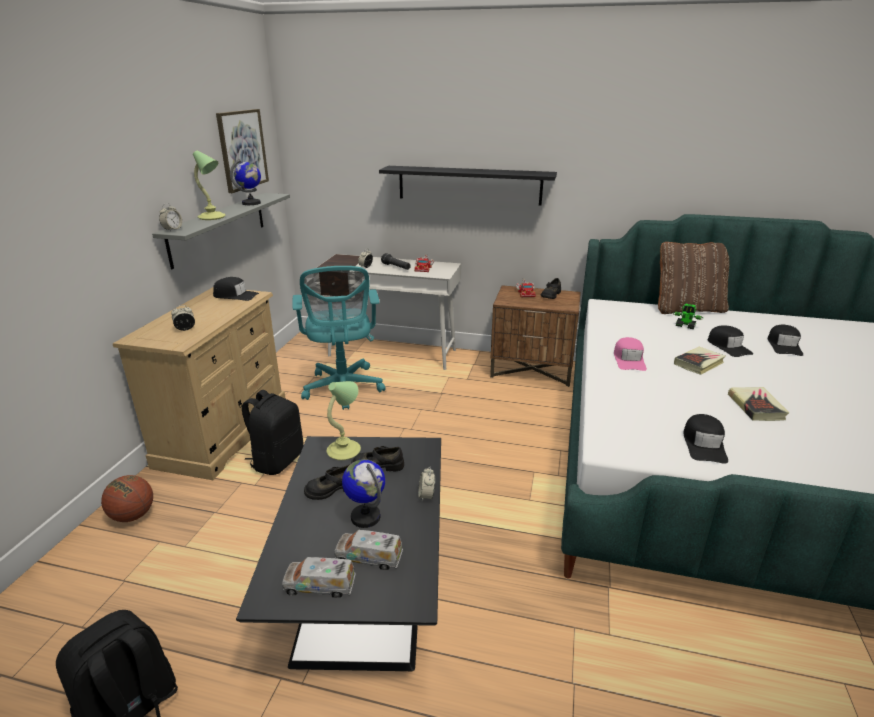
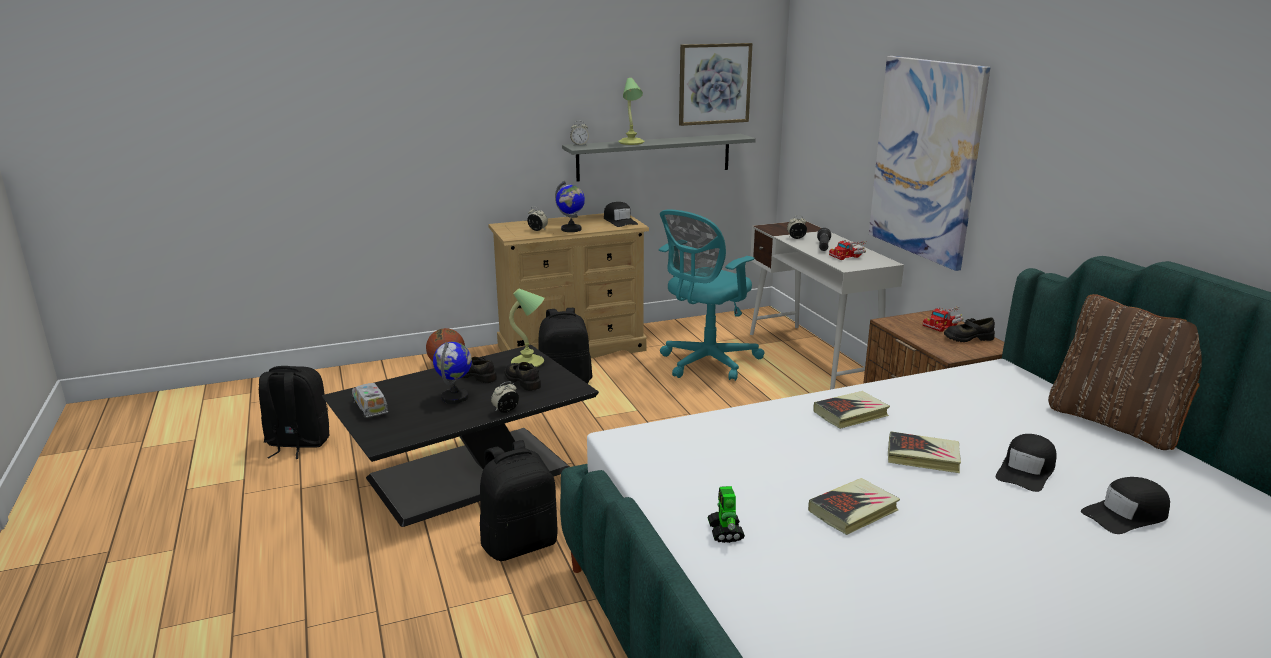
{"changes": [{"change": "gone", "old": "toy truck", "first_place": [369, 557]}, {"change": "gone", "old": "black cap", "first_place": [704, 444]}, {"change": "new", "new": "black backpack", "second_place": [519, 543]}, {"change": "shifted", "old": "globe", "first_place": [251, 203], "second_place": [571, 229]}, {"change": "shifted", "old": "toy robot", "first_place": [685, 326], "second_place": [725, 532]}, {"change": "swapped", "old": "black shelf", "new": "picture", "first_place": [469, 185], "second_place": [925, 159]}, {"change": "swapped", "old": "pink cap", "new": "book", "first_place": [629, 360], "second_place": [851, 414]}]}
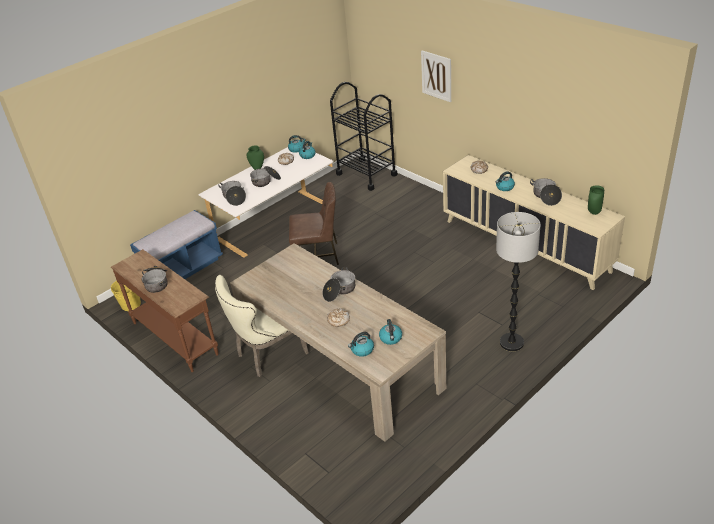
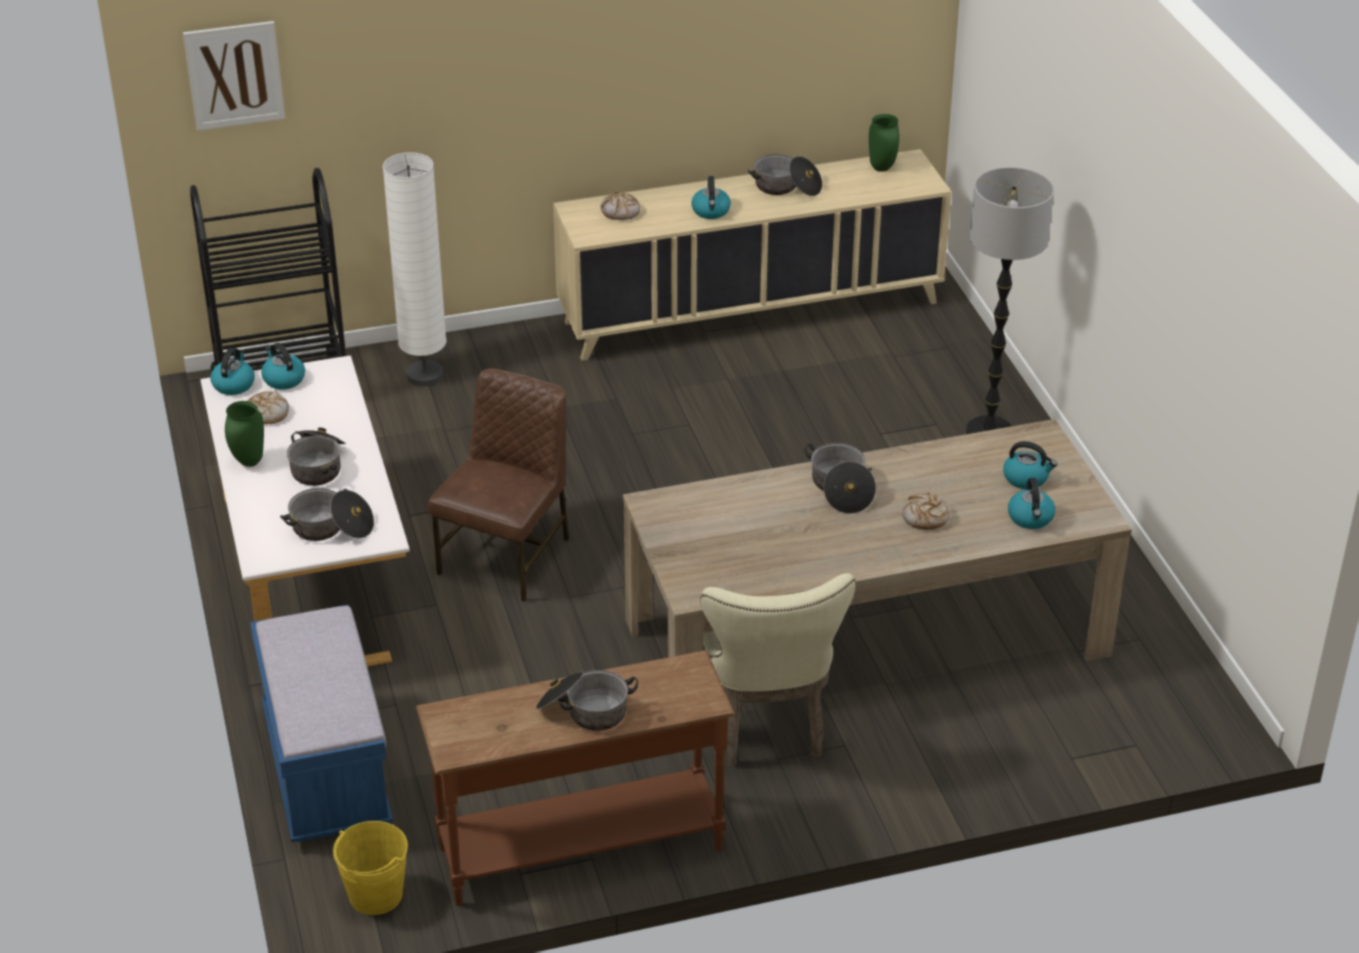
{"changes": [{"change": "new", "new": "white floor lamp", "second_place": [425, 376]}, {"change": "shifted", "old": "picture", "first_place": [436, 76], "second_place": [234, 75]}]}
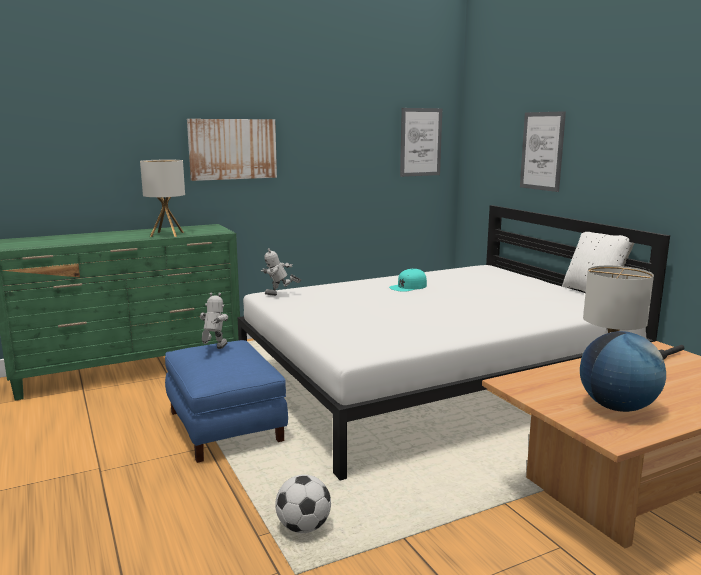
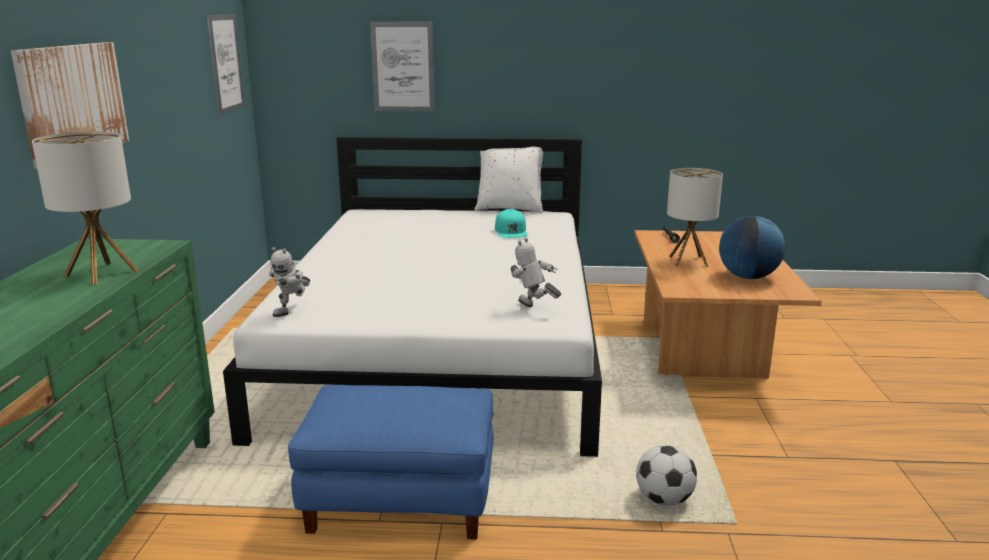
{"changes": [{"change": "shifted", "old": "toy robot", "first_place": [214, 350], "second_place": [533, 309]}, {"change": "shifted", "old": "turquoise cap", "first_place": [408, 287], "second_place": [511, 231]}]}
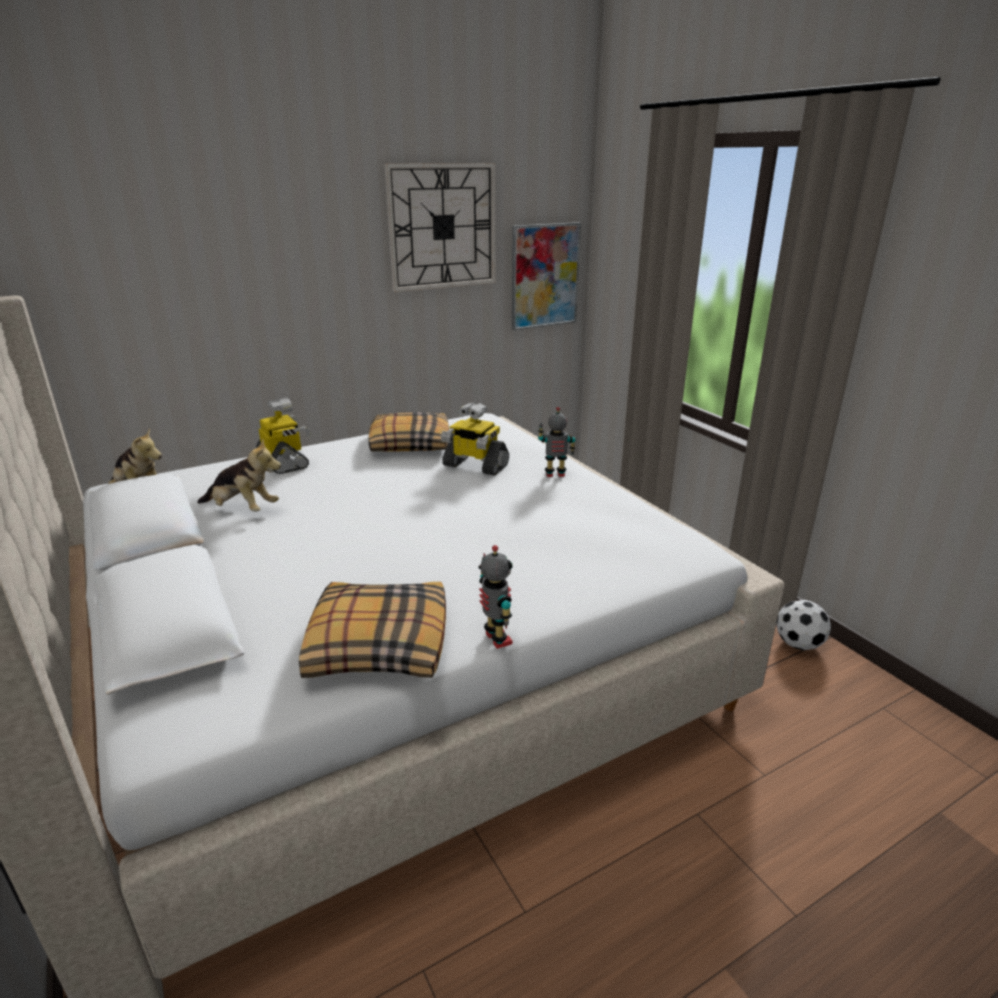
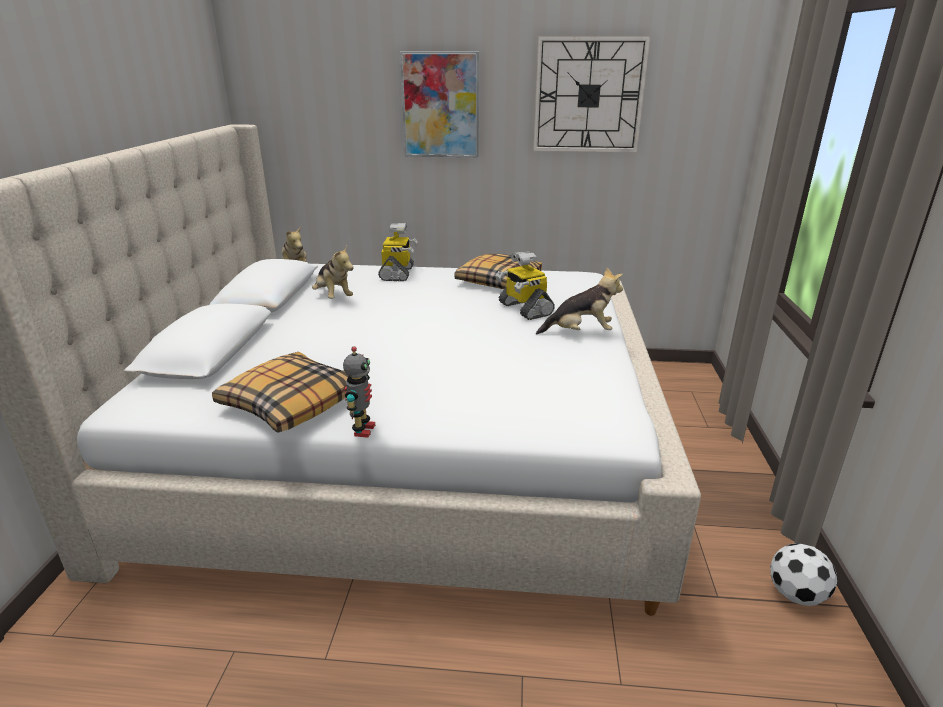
{"changes": [{"change": "shifted", "old": "picture", "first_place": [544, 276], "second_place": [440, 105]}, {"change": "swapped", "old": "toy robot", "new": "plush toy", "first_place": [555, 475], "second_place": [580, 333]}]}
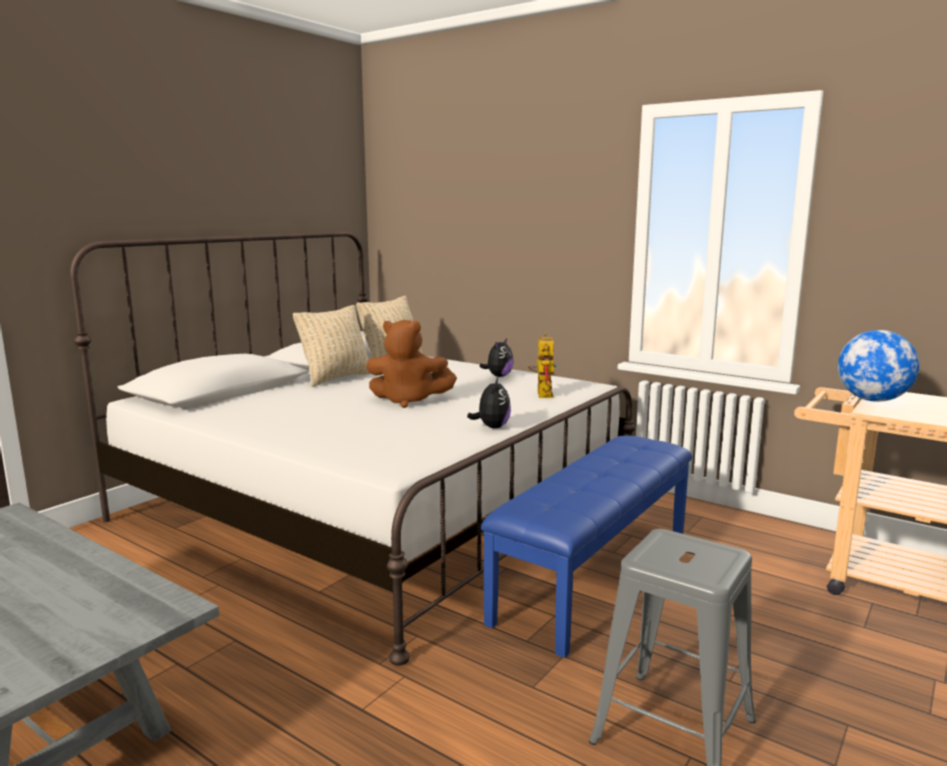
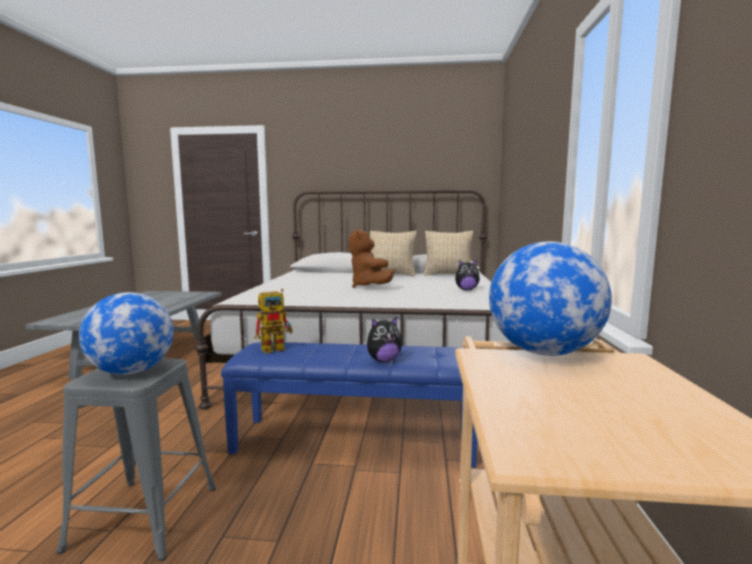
{"changes": [{"change": "new", "new": "globe", "second_place": [132, 372]}, {"change": "shifted", "old": "plush toy", "first_place": [492, 427], "second_place": [383, 360]}, {"change": "shifted", "old": "toy robot", "first_place": [542, 393], "second_place": [277, 348]}]}
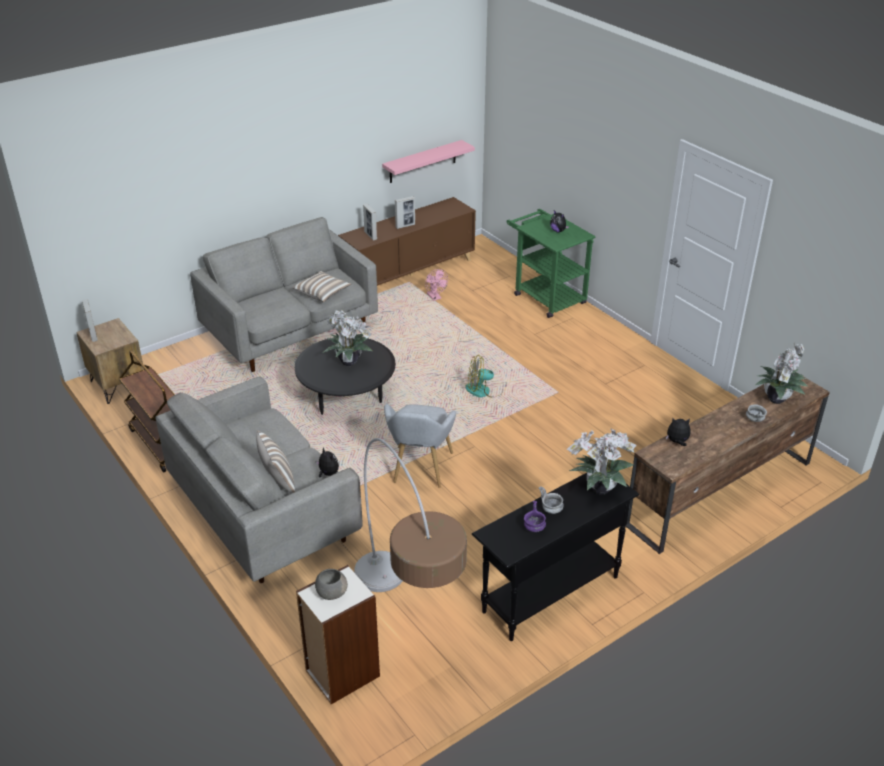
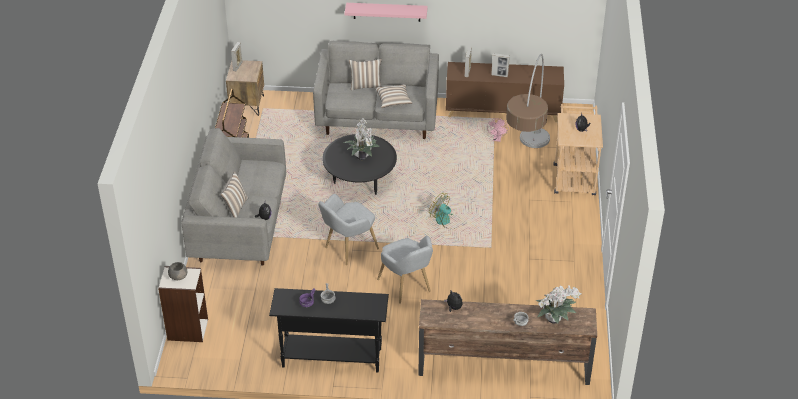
{"changes": [{"change": "gone", "old": "potted plant", "first_place": [598, 489]}, {"change": "new", "new": "pillow", "second_place": [366, 86]}, {"change": "new", "new": "grey armchair", "second_place": [407, 287]}, {"change": "shifted", "old": "floor lamp", "first_place": [408, 623], "second_place": [526, 164]}, {"change": "shifted", "old": "pink shelf", "first_place": [422, 161], "second_place": [386, 12]}, {"change": "repainted", "old": "green cart", "new": "beige cart", "first_place": [545, 296], "second_place": [573, 176]}]}
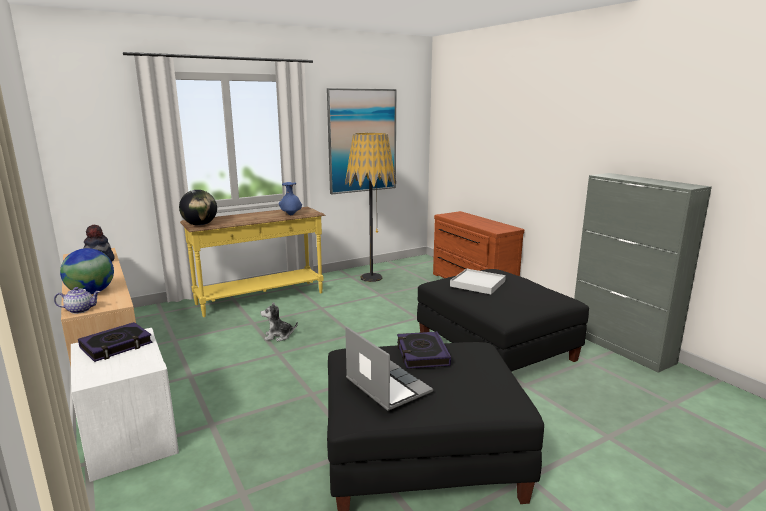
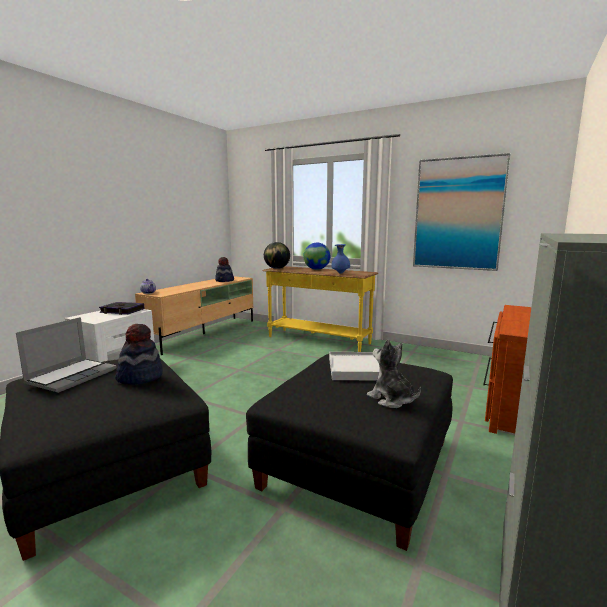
{"changes": [{"change": "gone", "old": "floor lamp", "first_place": [371, 277]}, {"change": "shifted", "old": "globe", "first_place": [91, 293], "second_place": [316, 269]}, {"change": "shifted", "old": "plush toy", "first_place": [278, 336], "second_place": [391, 399]}, {"change": "swapped", "old": "book", "new": "hat", "first_place": [422, 354], "second_place": [140, 377]}]}
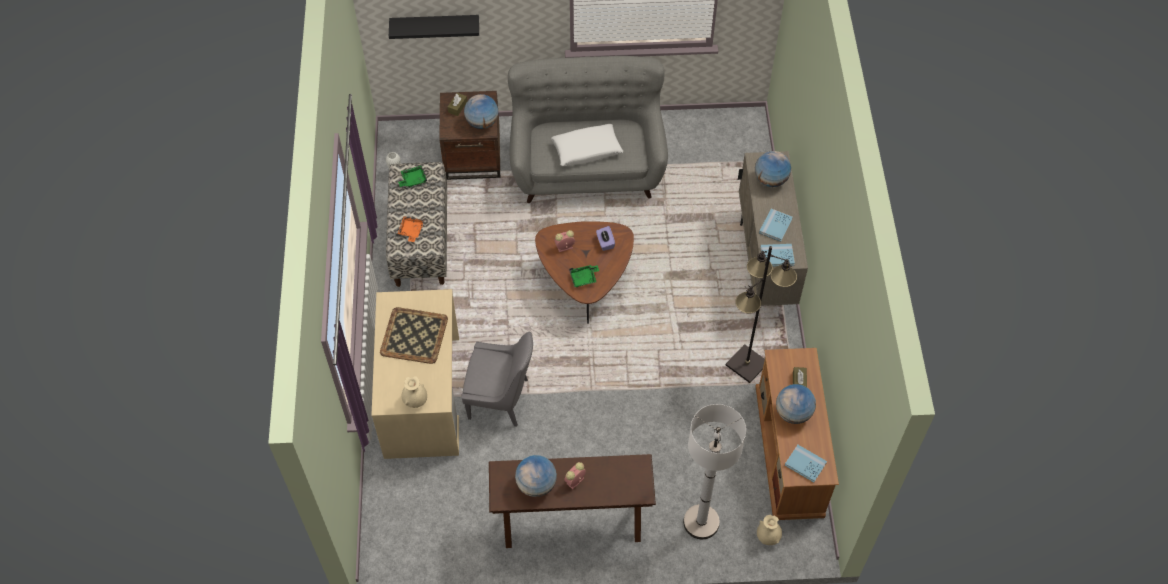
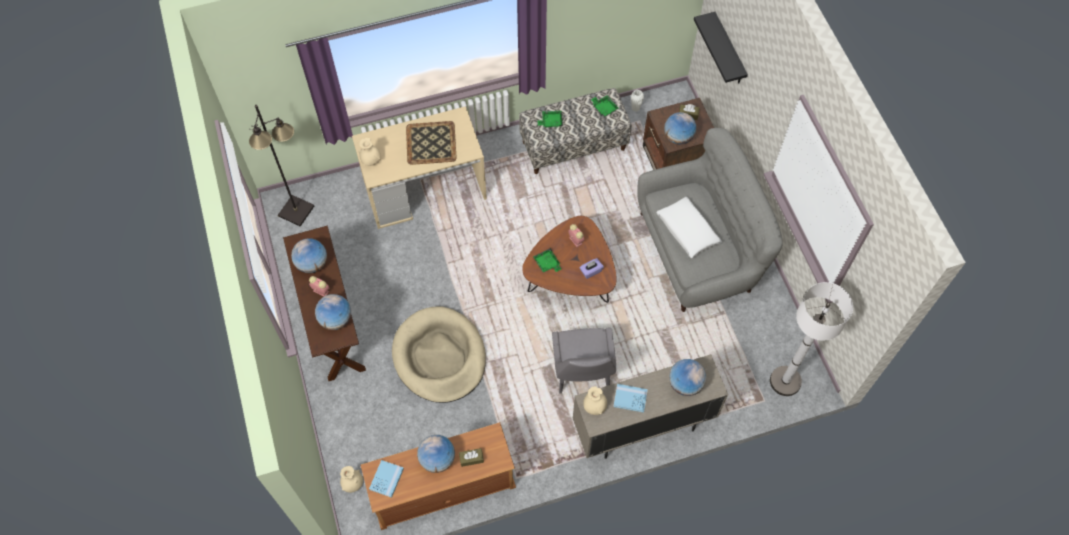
{"changes": [{"change": "new", "new": "globe", "second_place": [336, 319]}, {"change": "new", "new": "beige dog bed", "second_place": [439, 356]}, {"change": "shifted", "old": "grey chair", "first_place": [501, 399], "second_place": [582, 373]}, {"change": "shifted", "old": "white floor lamp", "first_place": [701, 522], "second_place": [785, 381]}, {"change": "shifted", "old": "black floor lamp", "first_place": [747, 365], "second_place": [295, 211]}, {"change": "swapped", "old": "blue book", "new": "beige vase", "first_place": [777, 256], "second_place": [594, 406]}, {"change": "repainted", "old": "orange tray", "new": "green tray", "first_place": [411, 231], "second_place": [551, 121]}]}
